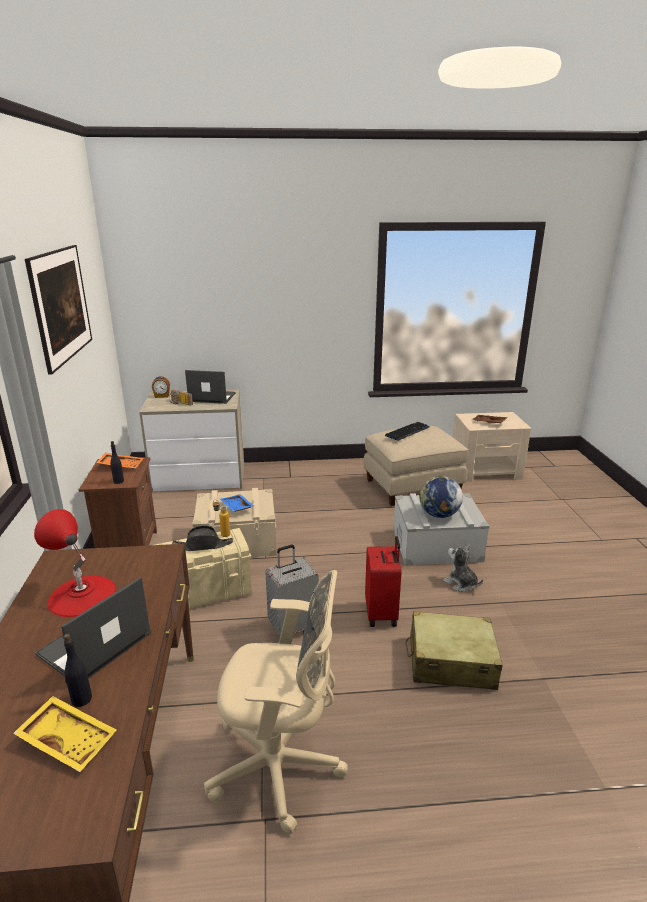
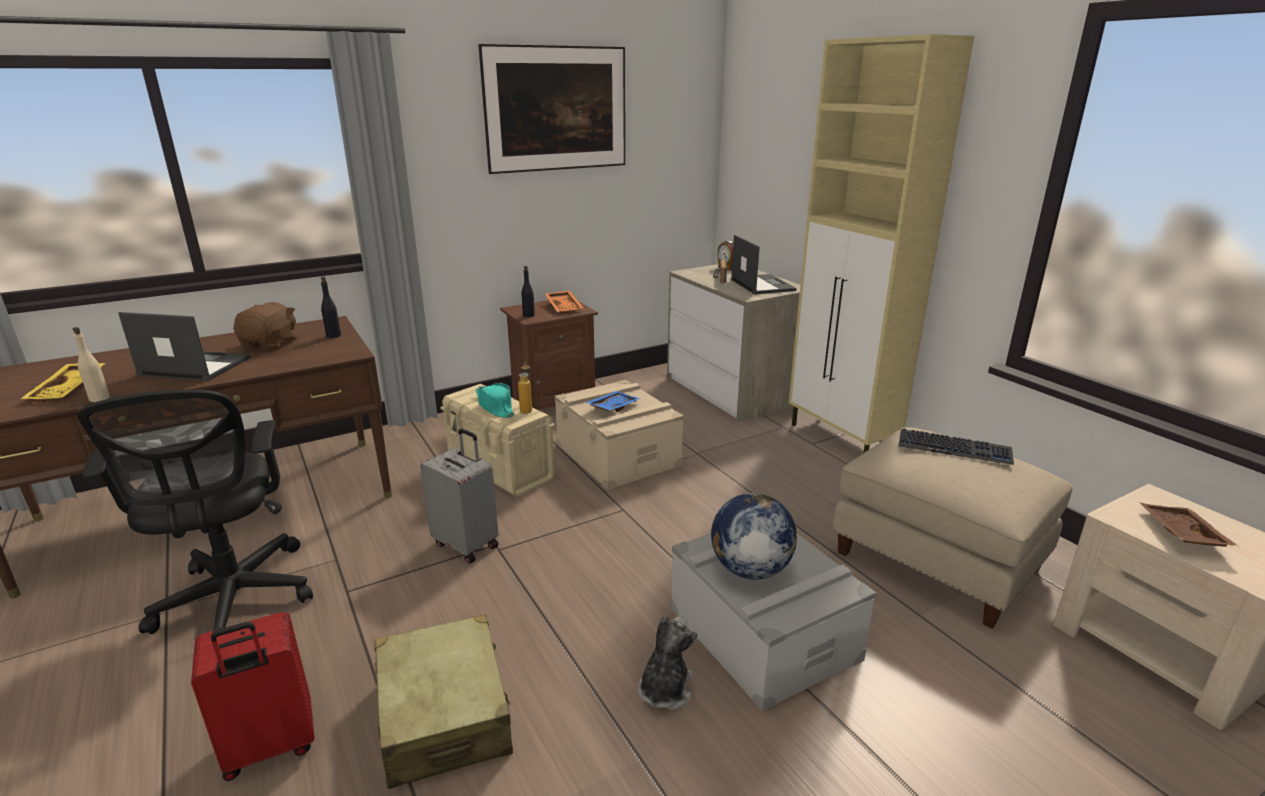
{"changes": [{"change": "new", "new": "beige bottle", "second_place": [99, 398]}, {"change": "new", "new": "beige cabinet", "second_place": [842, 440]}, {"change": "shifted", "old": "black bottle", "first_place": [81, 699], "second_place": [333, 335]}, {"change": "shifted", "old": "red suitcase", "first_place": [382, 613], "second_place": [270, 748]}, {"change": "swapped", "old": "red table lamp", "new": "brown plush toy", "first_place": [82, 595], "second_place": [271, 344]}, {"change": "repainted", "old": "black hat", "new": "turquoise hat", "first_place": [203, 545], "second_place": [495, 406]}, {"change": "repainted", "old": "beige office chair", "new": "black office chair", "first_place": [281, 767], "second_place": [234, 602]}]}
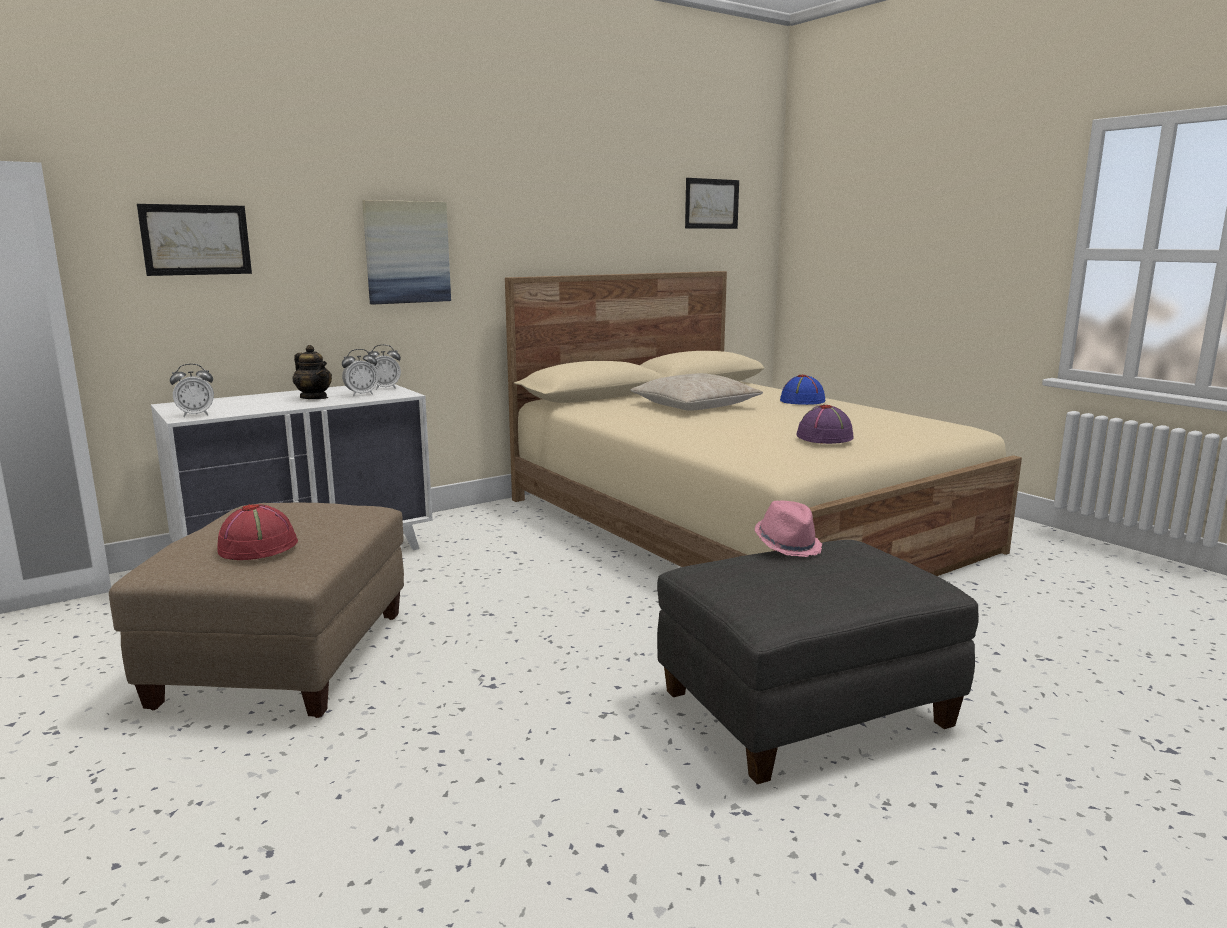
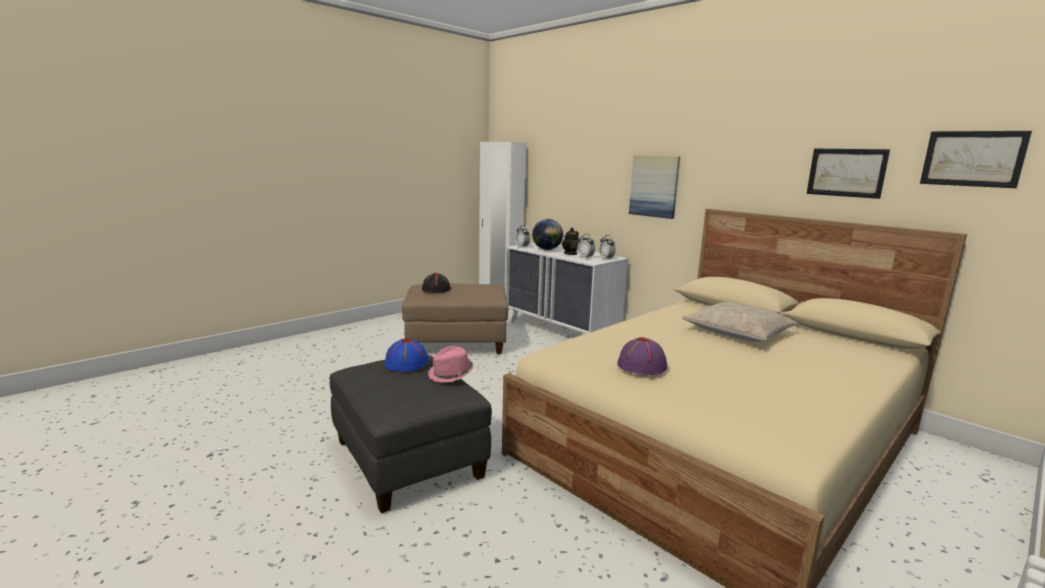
{"changes": [{"change": "new", "new": "globe", "second_place": [547, 249]}, {"change": "shifted", "old": "picture", "first_place": [196, 240], "second_place": [846, 172]}, {"change": "shifted", "old": "blue hat", "first_place": [803, 401], "second_place": [406, 364]}, {"change": "repainted", "old": "red hat", "new": "black hat", "first_place": [258, 546], "second_place": [436, 289]}]}
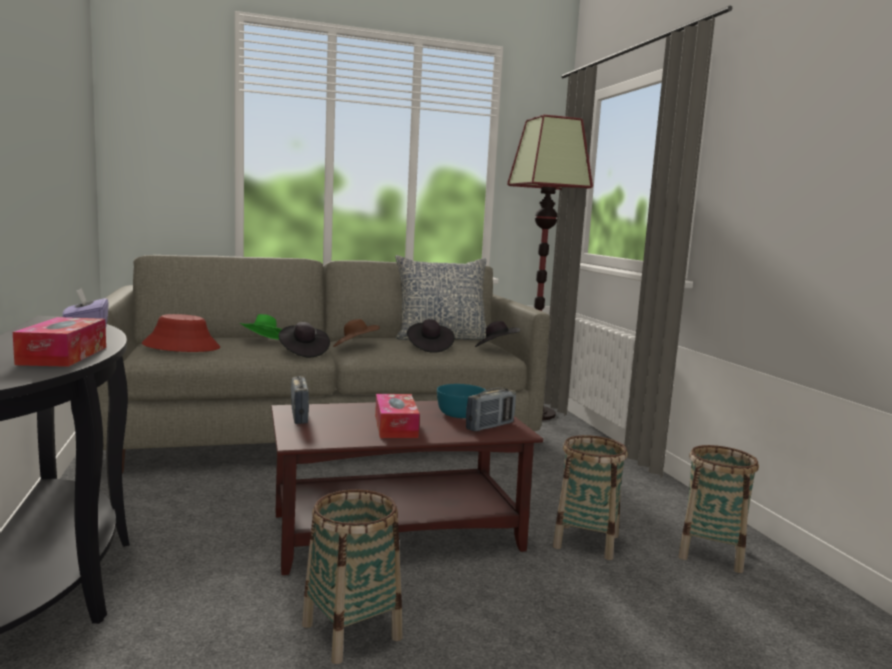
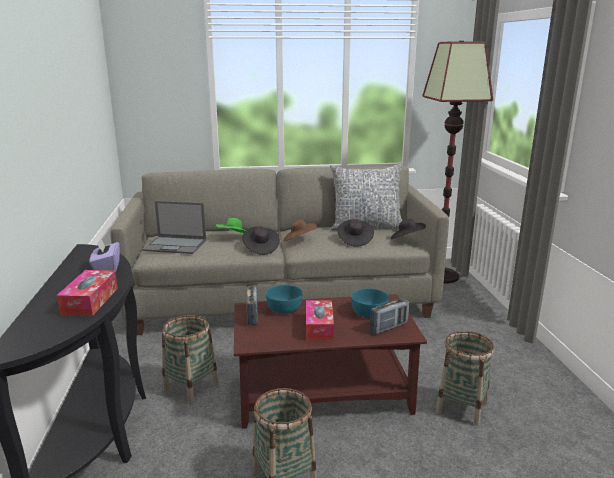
{"changes": [{"change": "new", "new": "turquoise bowl", "second_place": [283, 308]}, {"change": "shifted", "old": "basket", "first_place": [711, 553], "second_place": [191, 387]}, {"change": "swapped", "old": "red hat", "new": "laptop", "first_place": [181, 346], "second_place": [176, 245]}]}
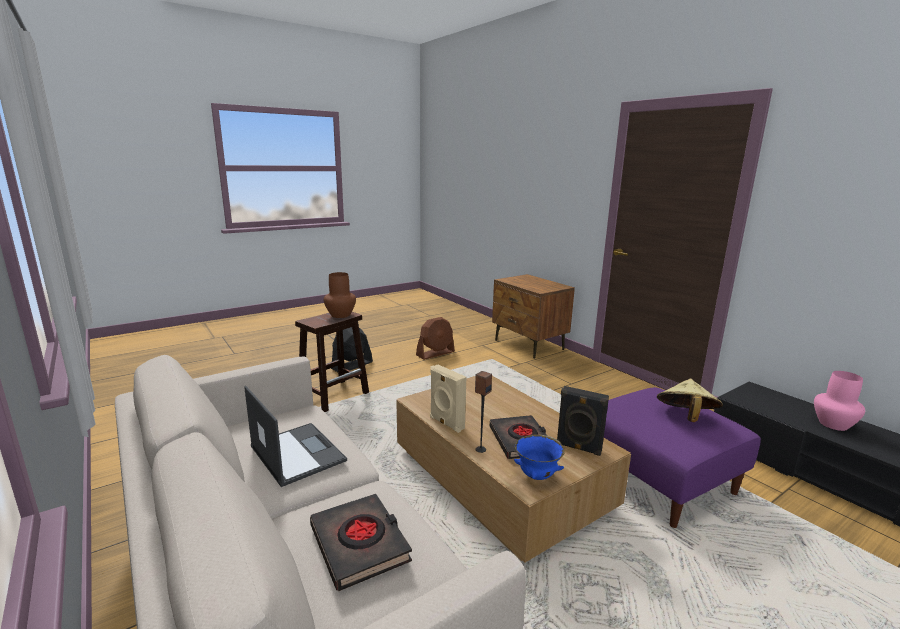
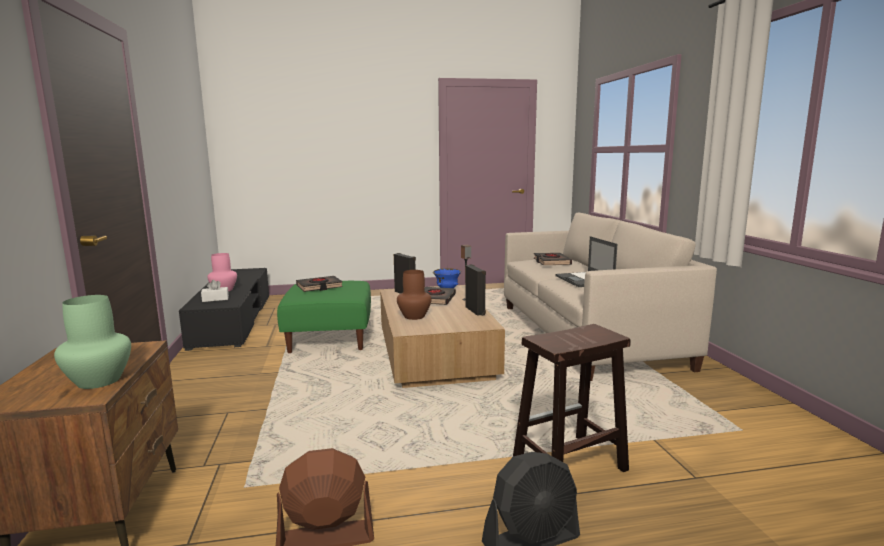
{"changes": [{"change": "new", "new": "green vase", "second_place": [100, 381]}, {"change": "new", "new": "white tissue box", "second_place": [215, 299]}, {"change": "shifted", "old": "brown vase", "first_place": [340, 315], "second_place": [414, 316]}, {"change": "swapped", "old": "beige hat", "new": "black book", "first_place": [685, 417], "second_place": [319, 287]}, {"change": "repainted", "old": "beige speaker", "new": "black speaker", "first_place": [446, 423], "second_place": [476, 311]}, {"change": "repainted", "old": "purple ottoman", "new": "green ottoman", "first_place": [660, 479], "second_place": [329, 338]}]}
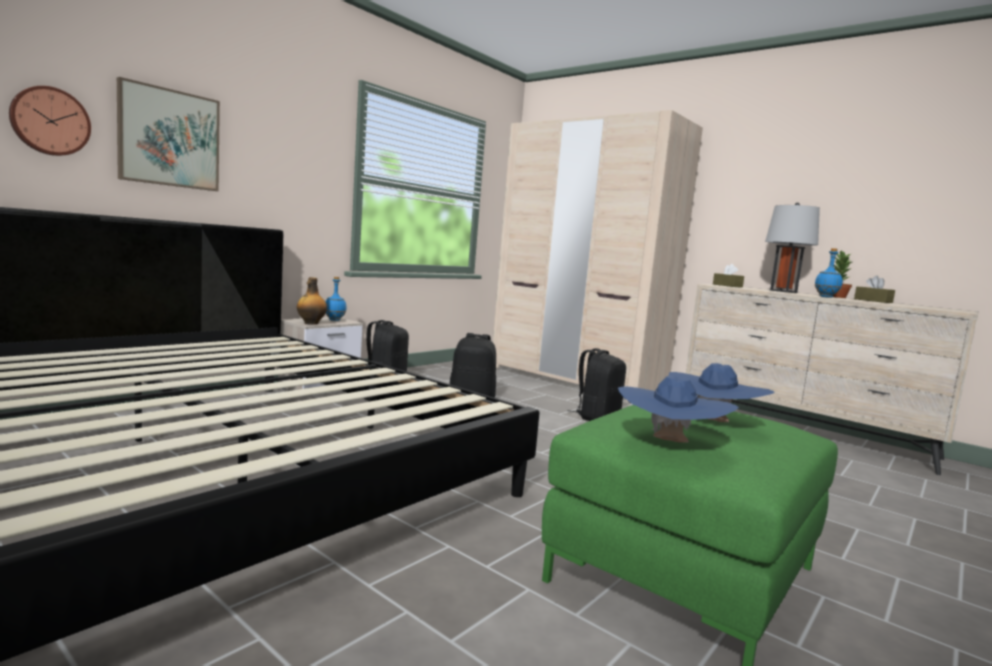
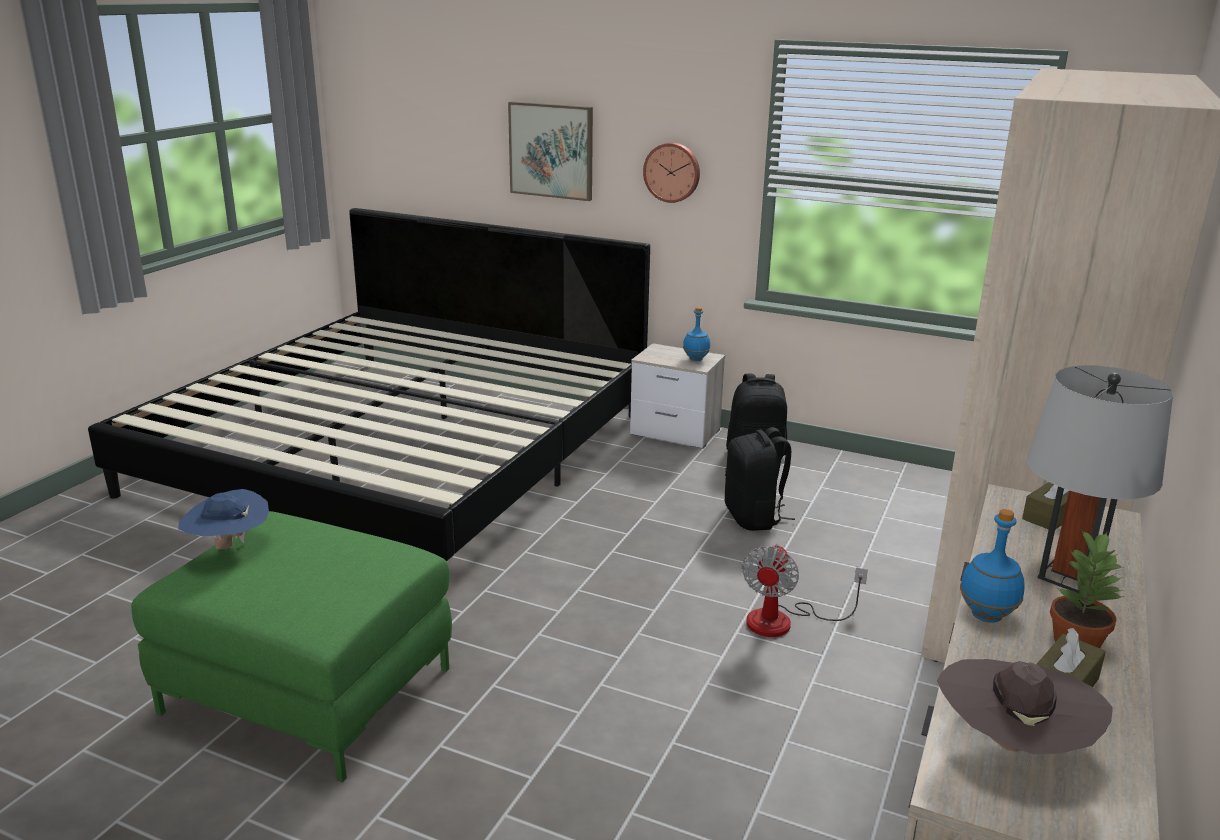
{"changes": [{"change": "gone", "old": "bottle", "first_place": [311, 323]}, {"change": "gone", "old": "blue hat", "first_place": [713, 423]}, {"change": "new", "new": "brown hat", "second_place": [1011, 748]}, {"change": "shifted", "old": "wall clock", "first_place": [50, 121], "second_place": [672, 172]}, {"change": "swapped", "old": "black backpack", "new": "fan", "first_place": [596, 417], "second_place": [784, 621]}]}
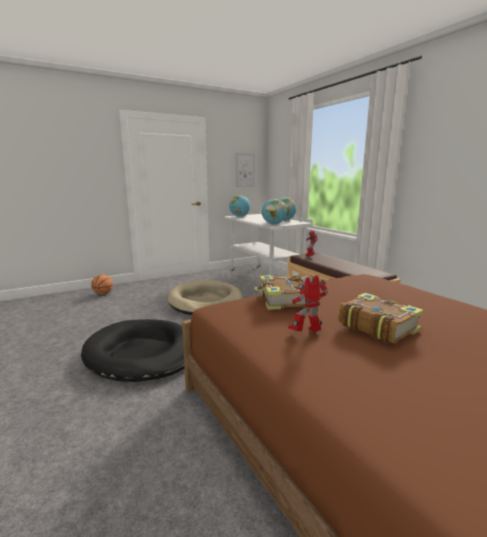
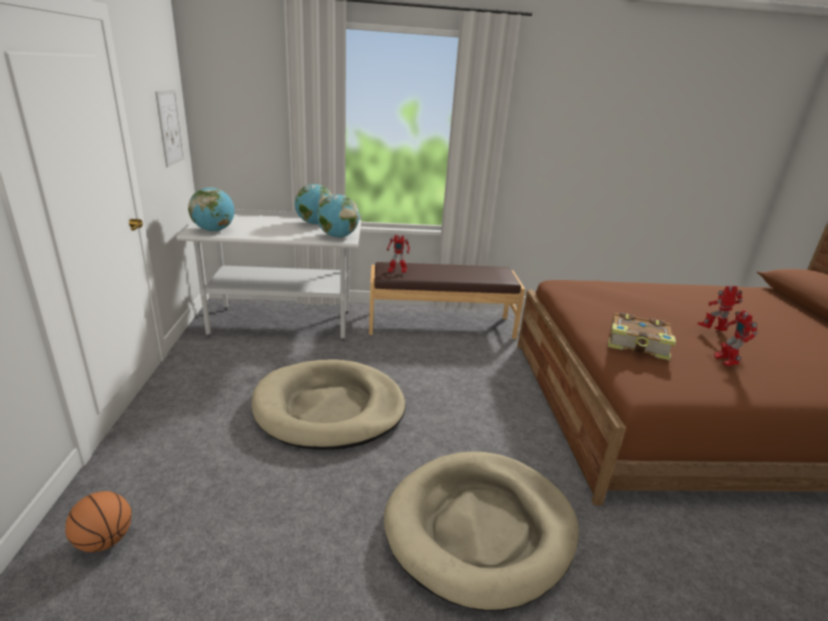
{"changes": [{"change": "swapped", "old": "book", "new": "toy robot", "first_place": [377, 326], "second_place": [712, 331]}, {"change": "repainted", "old": "black dog bed", "new": "beige dog bed", "first_place": [142, 353], "second_place": [480, 528]}]}
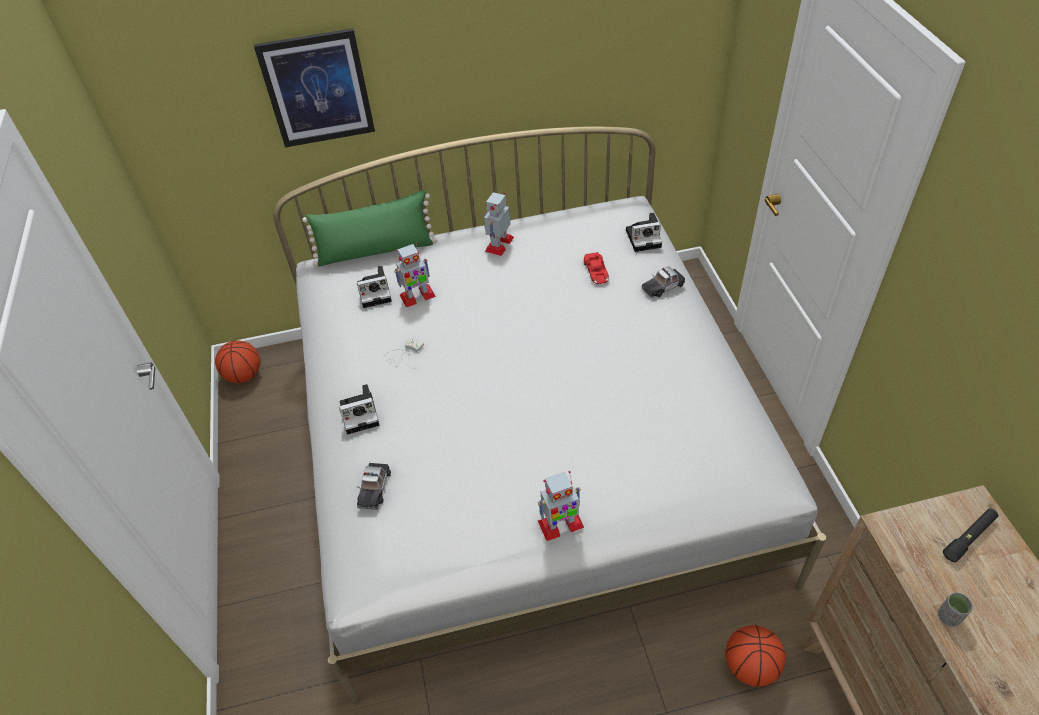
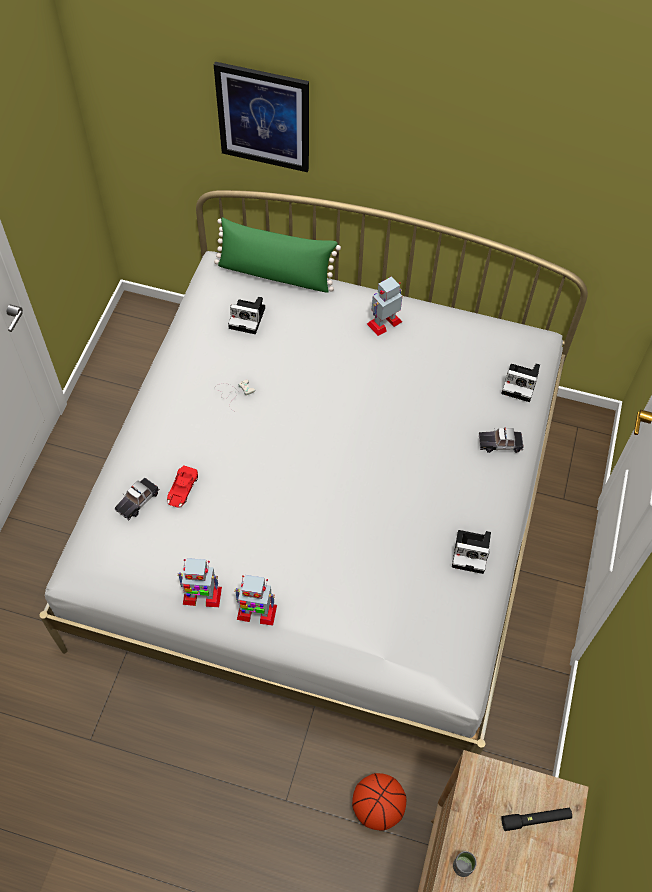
{"changes": [{"change": "gone", "old": "basketball", "first_place": [244, 375]}, {"change": "shifted", "old": "photo camera", "first_place": [361, 413], "second_place": [472, 552]}, {"change": "shifted", "old": "toy robot", "first_place": [417, 296], "second_place": [201, 596]}, {"change": "shifted", "old": "red toy car", "first_place": [596, 271], "second_place": [182, 489]}]}
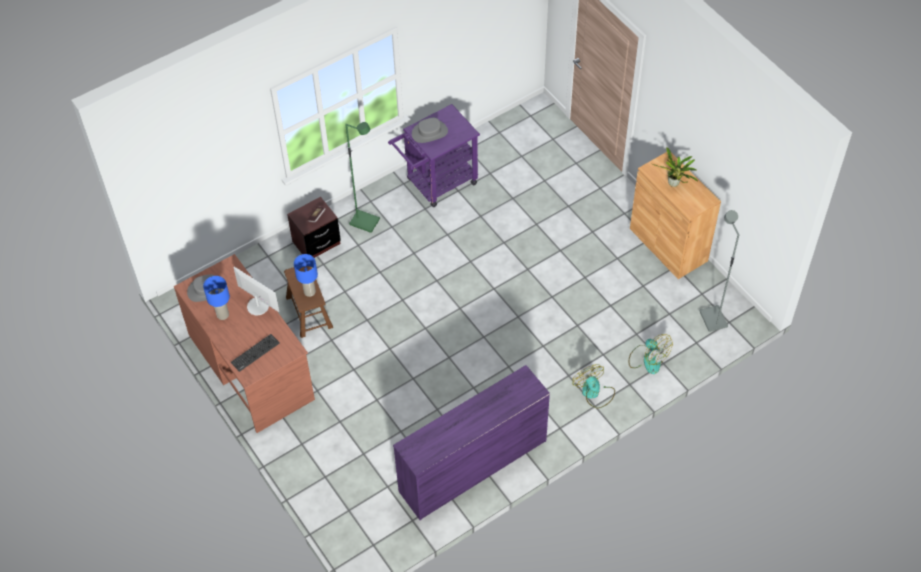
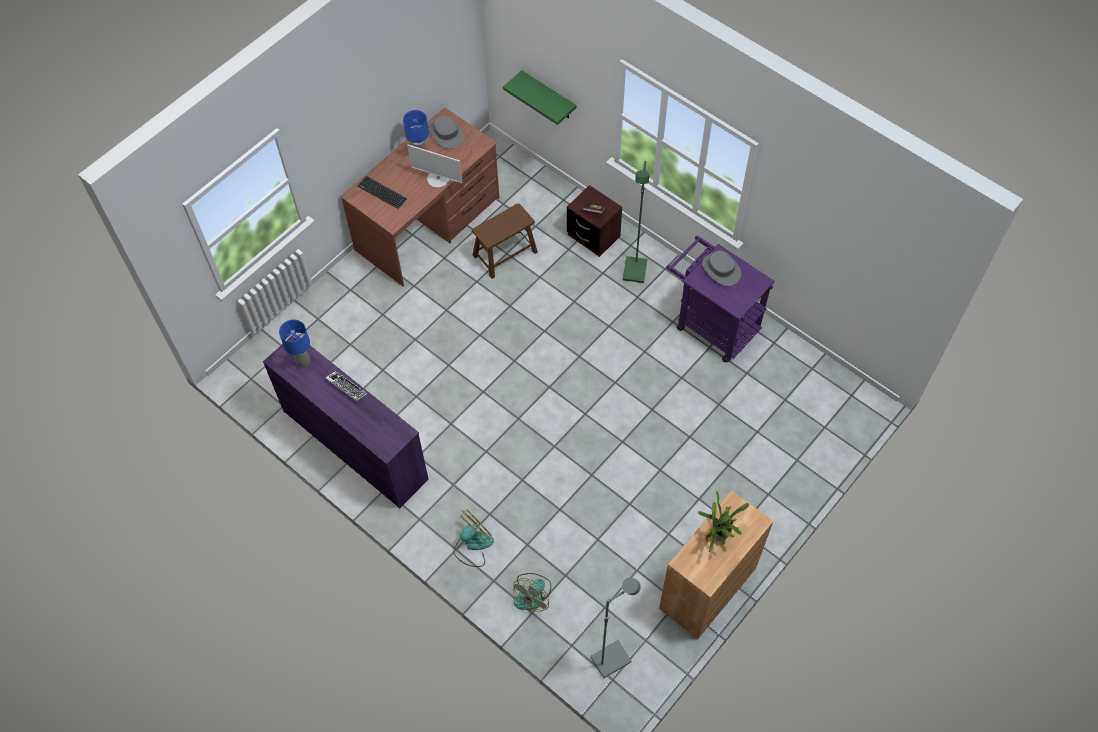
{"changes": [{"change": "new", "new": "keyboard", "second_place": [346, 388]}, {"change": "new", "new": "green shelf", "second_place": [549, 96]}, {"change": "shifted", "old": "blue table lamp", "first_place": [310, 292], "second_place": [303, 362]}, {"change": "rotated", "old": "monitor", "first_place": [258, 306], "second_place": [438, 179], "degrees": 90}]}
